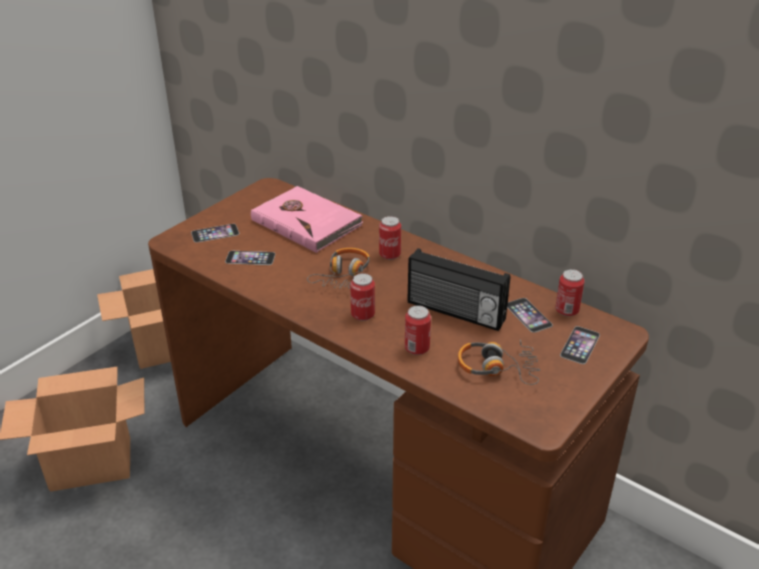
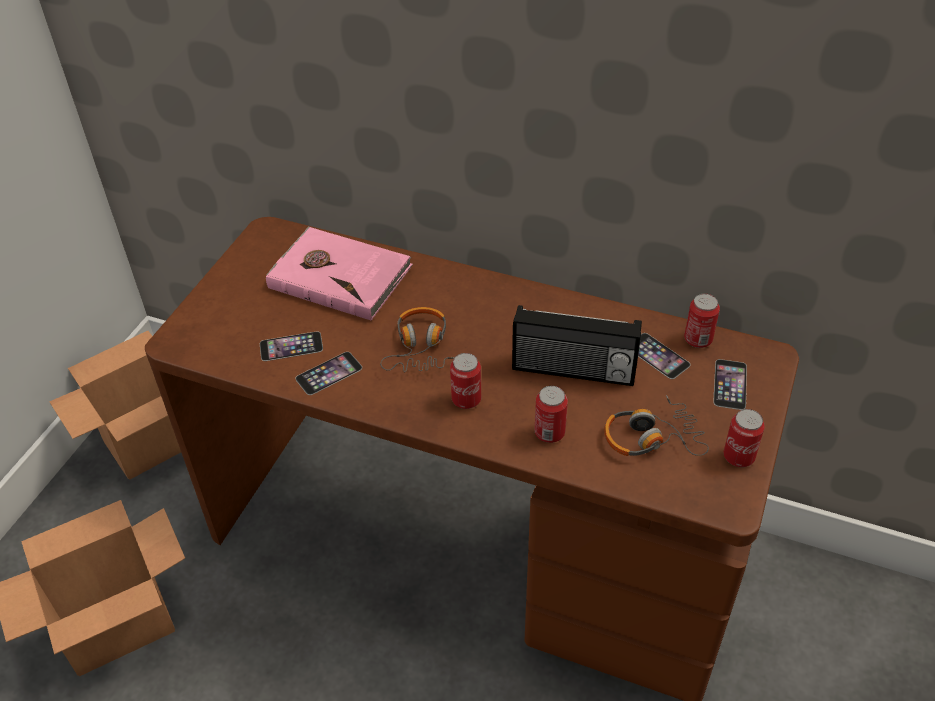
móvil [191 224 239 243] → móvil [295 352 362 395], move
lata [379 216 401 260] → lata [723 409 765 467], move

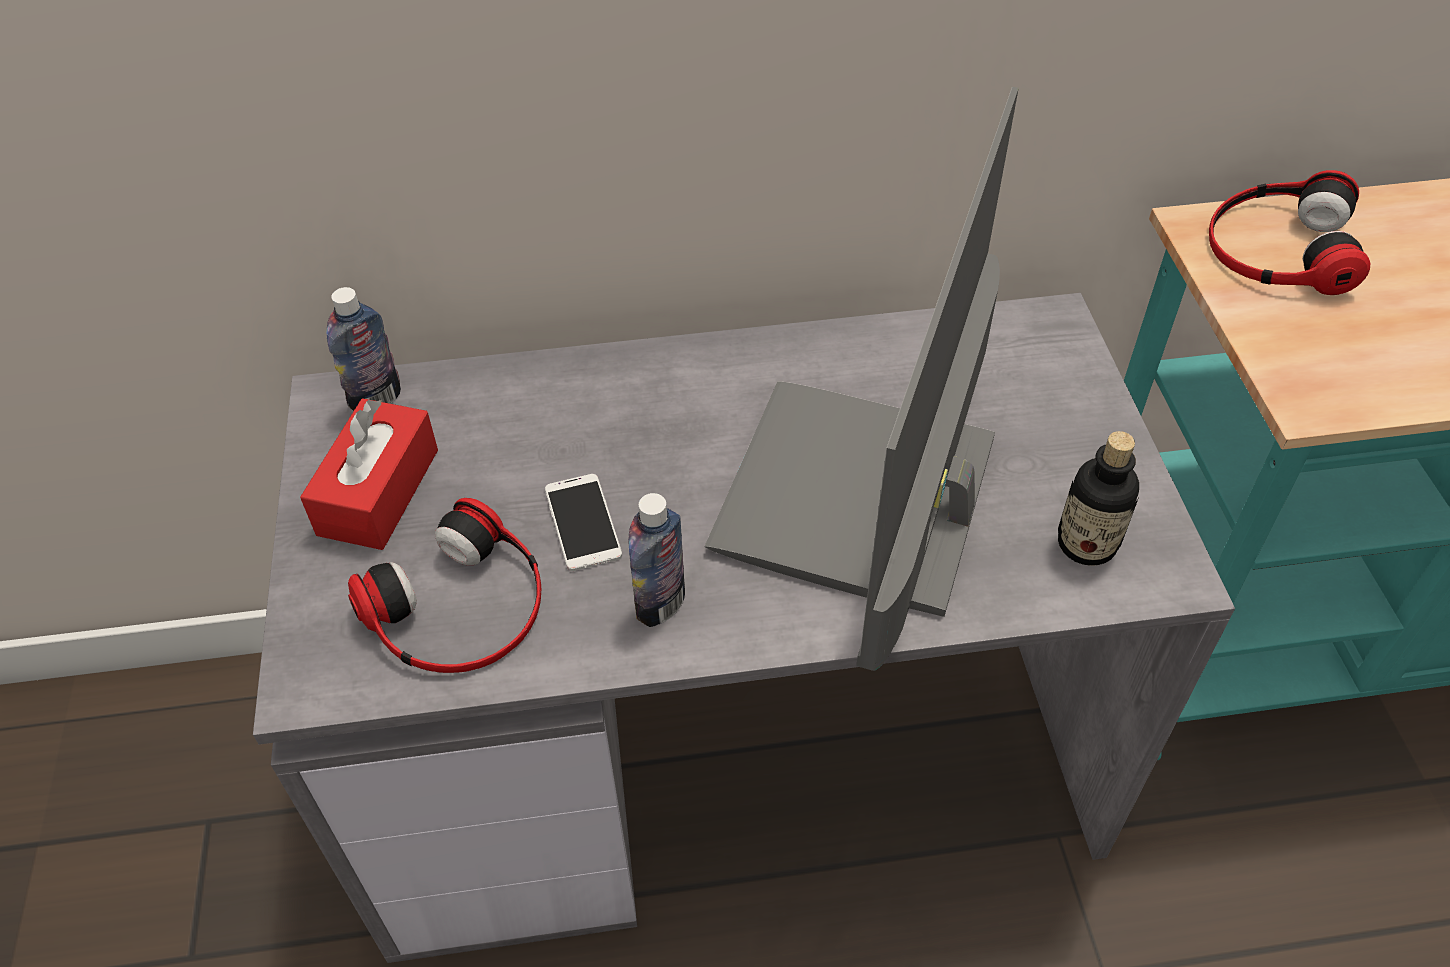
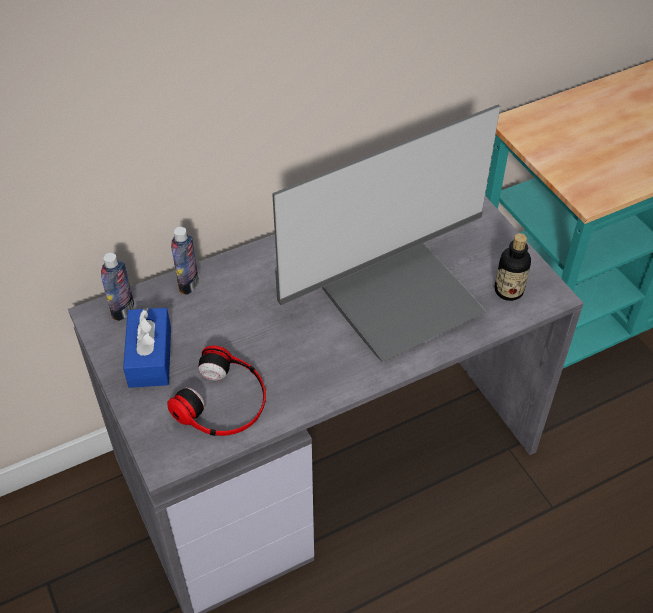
caja de pañuelos [rojo] [300 398 438 550] → caja de pañuelos [azul] [123 307 171 388]
botella [628 493 685 627] → botella [171 227 199 295], move
monitor [704 87 1019 671] → monitor [272 104 500 362], 120 degrees counterclockwise
móvil [545 474 622 571] → -
auriculares [1209 170 1370 295] → -

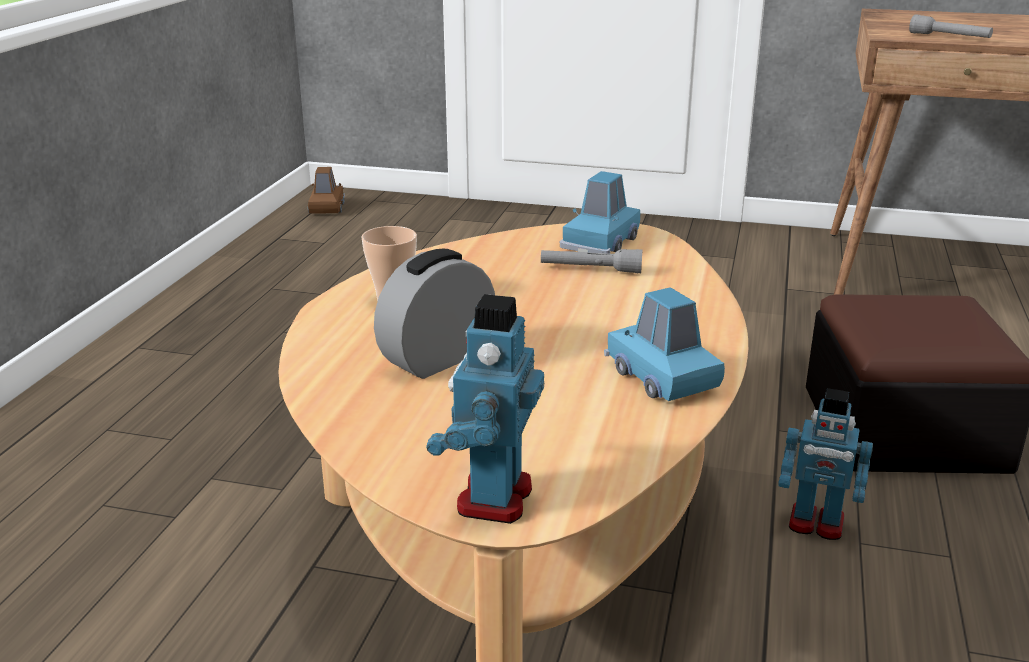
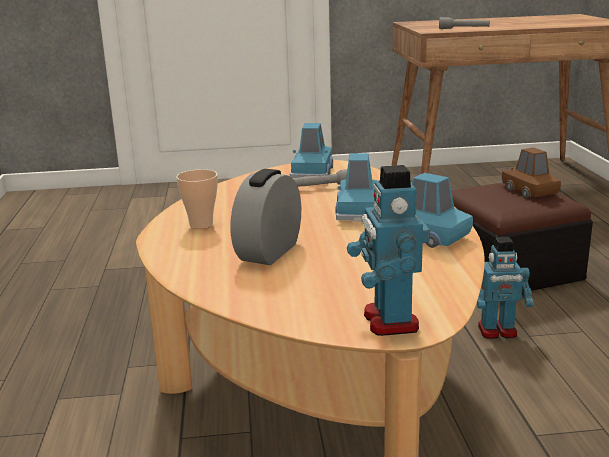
- → coche de juguete [azul] [336 153 378 222]
coche de juguete [marrón] [308 167 345 214] → coche de juguete [marrón] [500 147 561 198], move

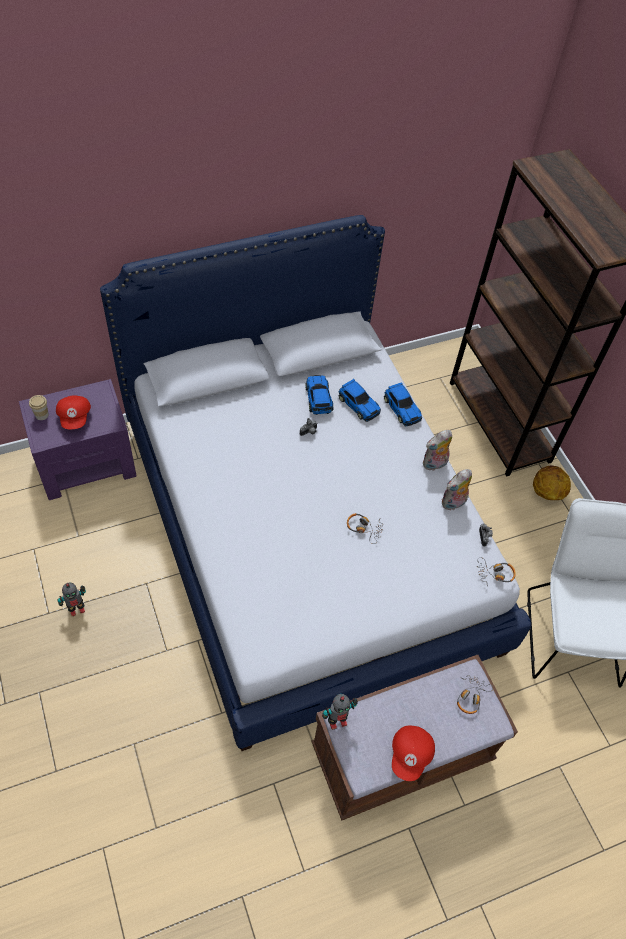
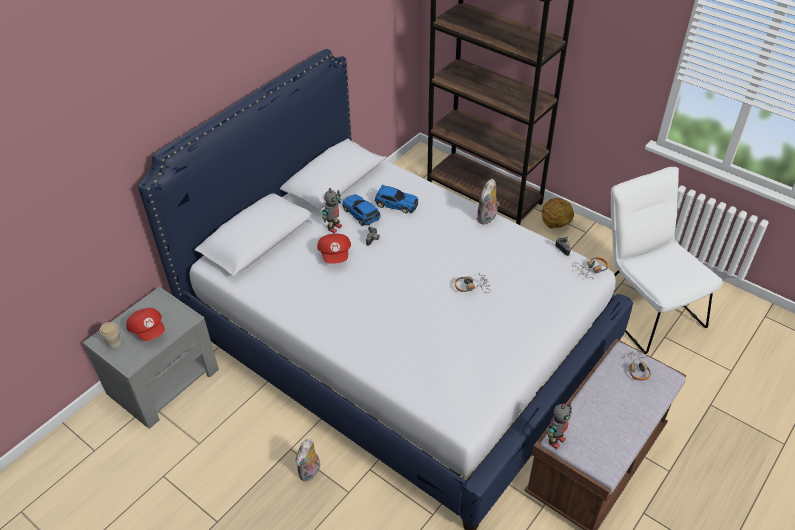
mesita de noche [morado] [19 379 136 500] → mesita de noche [gris] [83 286 219 429]
peluche [442 469 472 510] → peluche [296 438 320 482], move
gorra [rojo] [392 726 435 781] → gorra [rojo] [317 233 351 264], move
robot de juguete [58 583 86 616] → robot de juguete [322 188 342 233], move
coche de juguete [384 382 422 426] → -

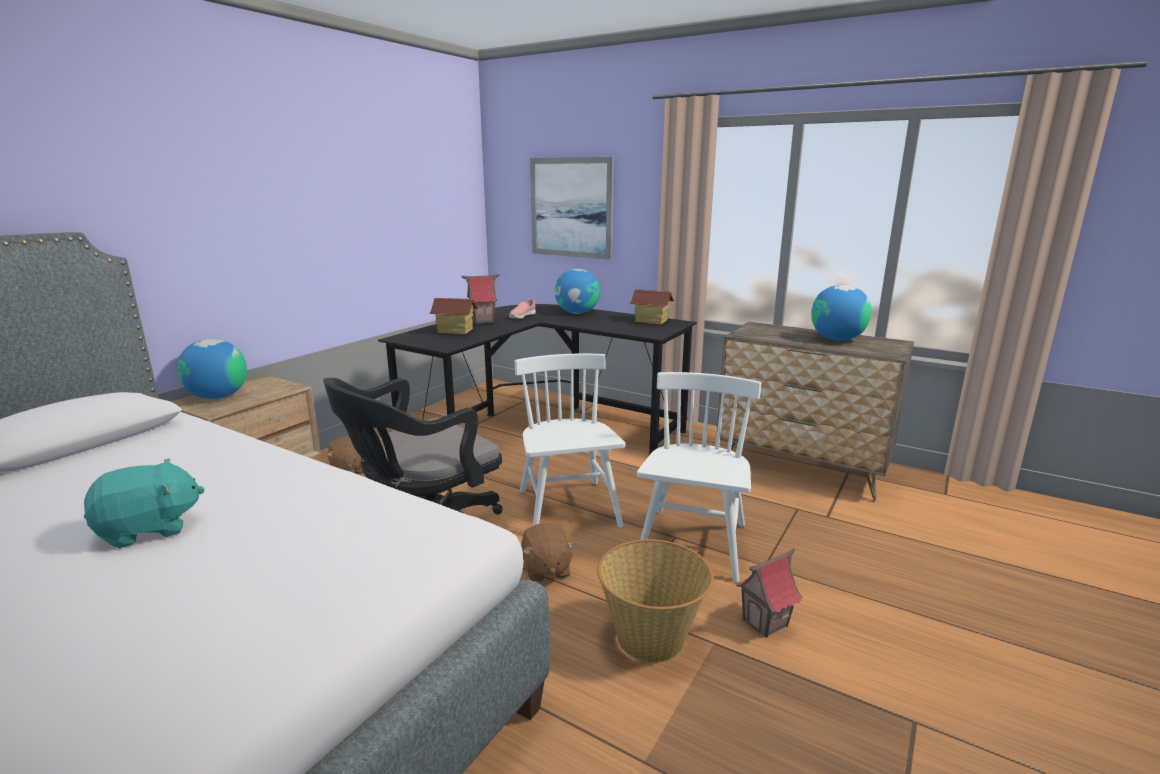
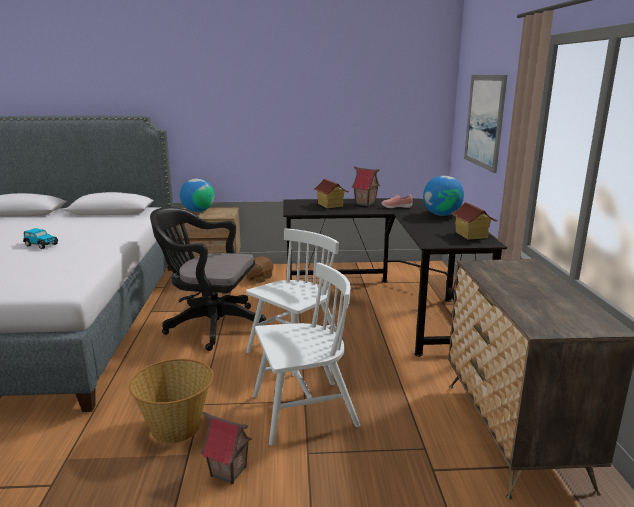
peluche [turquesa] [84 458 205 548] → coche de juguete [23 228 58 249]
peluche [marrón] [521 523 575 582] → -
globo terráqueo [811 285 871 341] → -

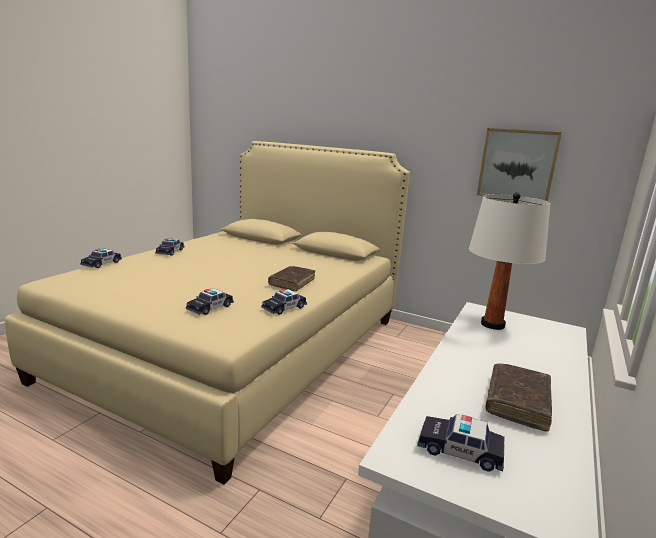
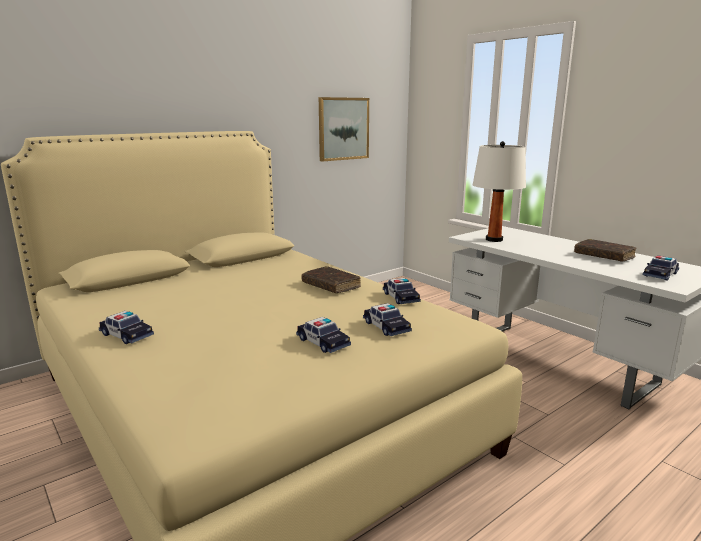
coche de juguete [80 248 122 268] → coche de juguete [296 317 351 353], move

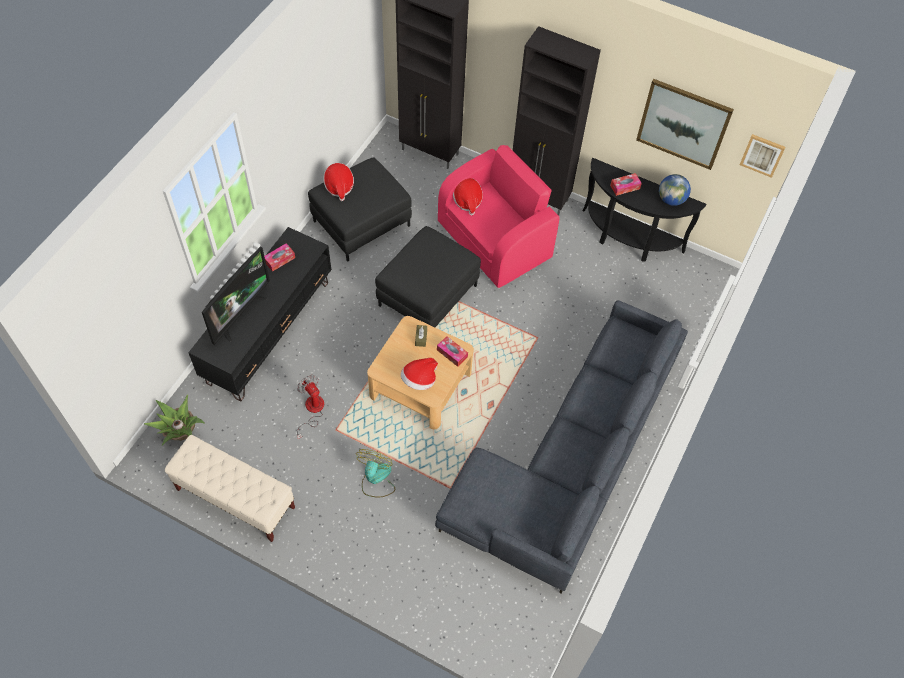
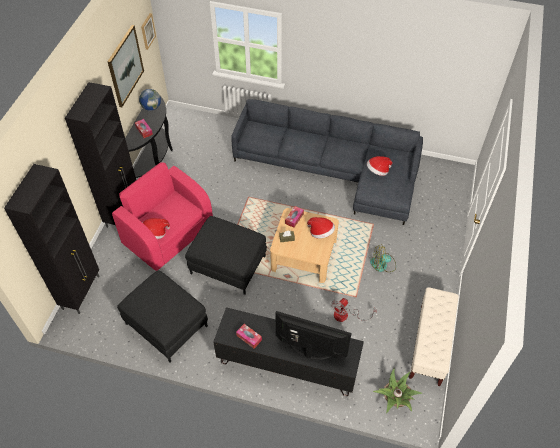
sombrero [323 163 354 201] → sombrero [367 156 393 176], move

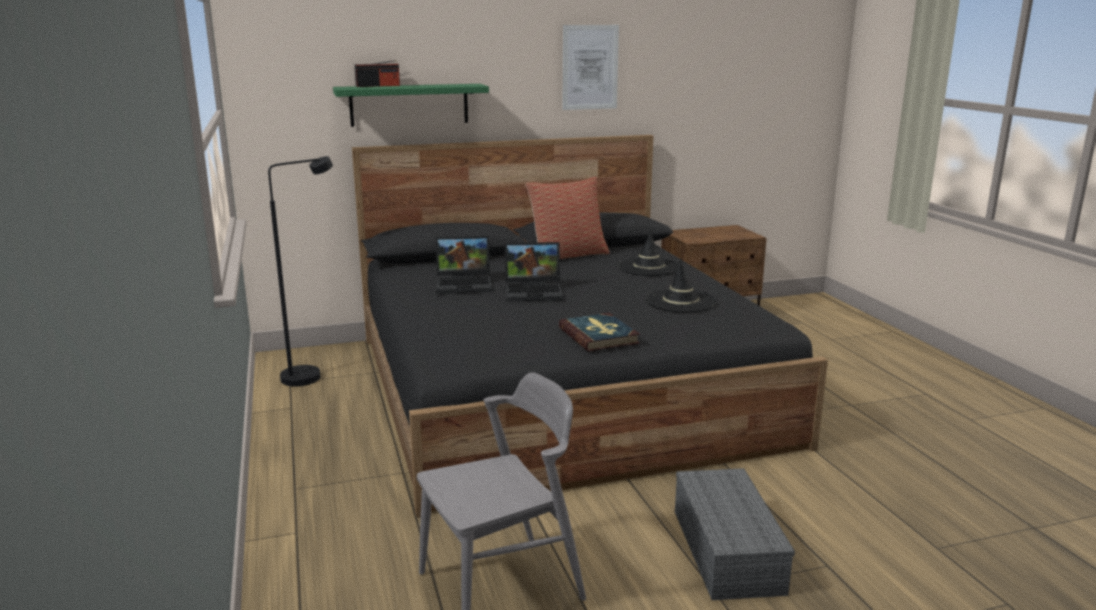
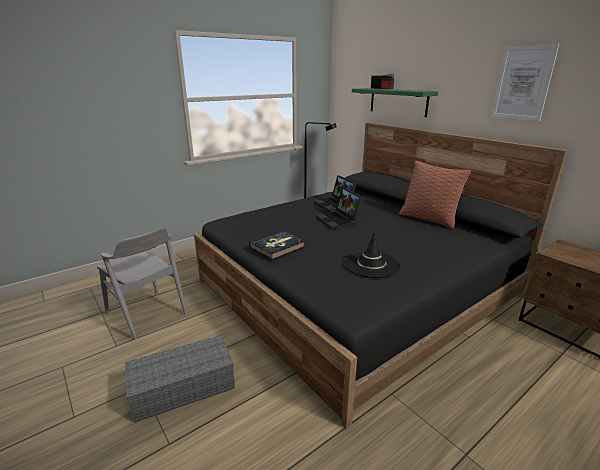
sombrero [negro] [618 230 679 276] → -

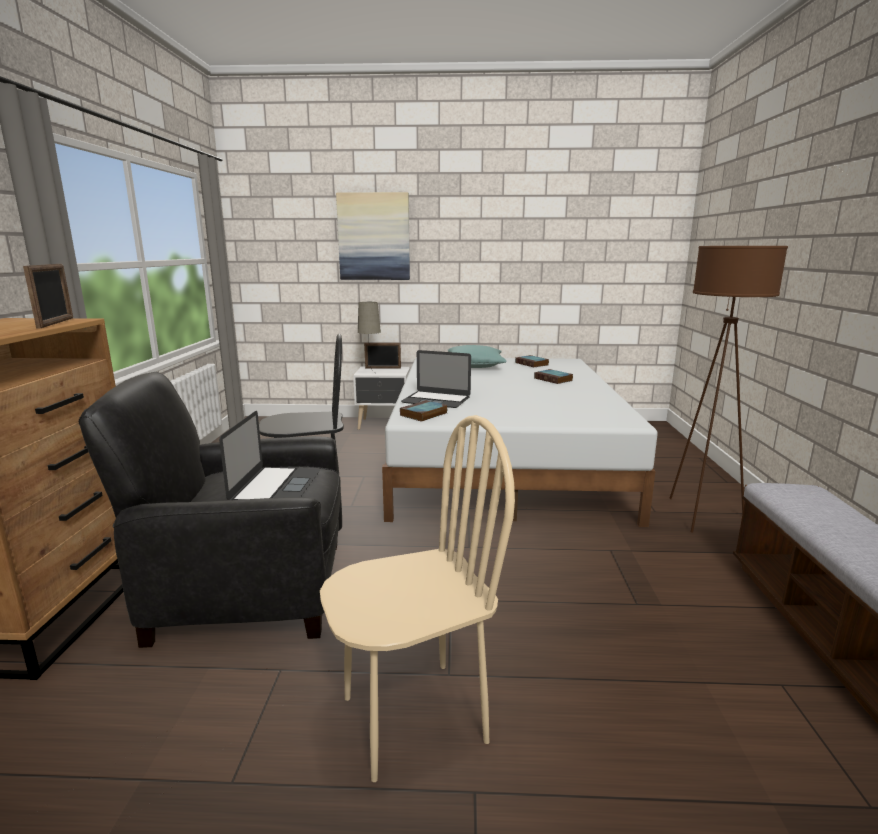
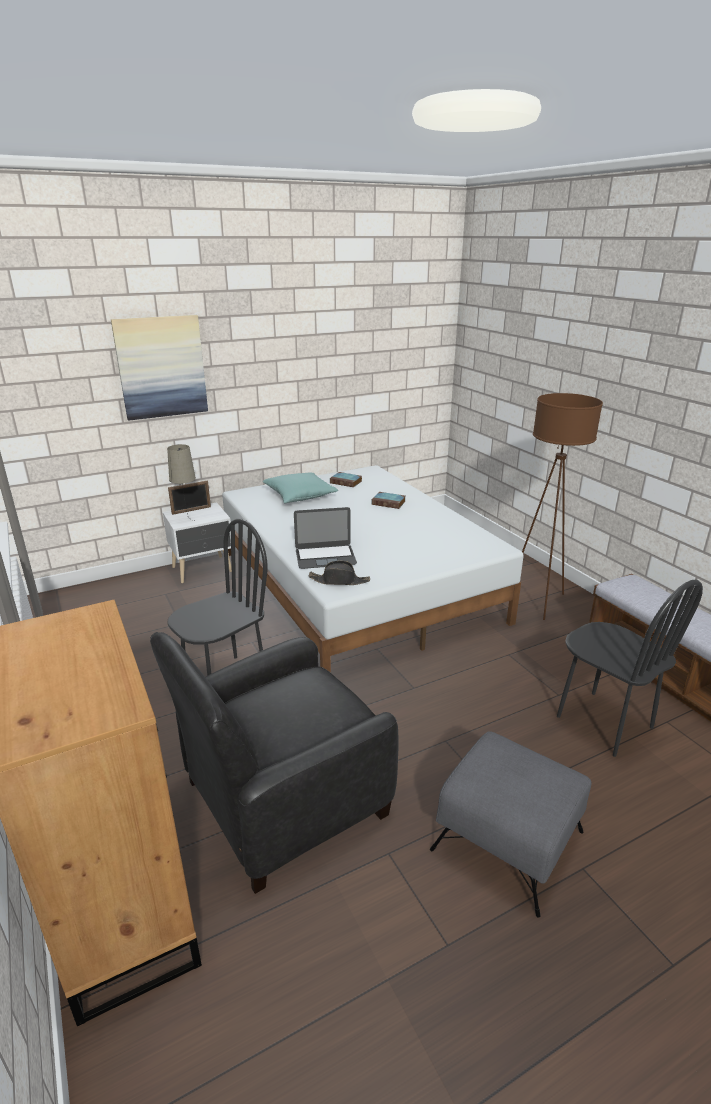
libro [400 400 447 422] → sombrero [negro] [309 561 370 585]
silla [beis] [320 415 515 782] → puf [gris] [430 731 591 918]
- → silla [negro] [557 580 703 757]
portarretratos [23 264 73 329] → -
portátil [219 411 320 500] → -

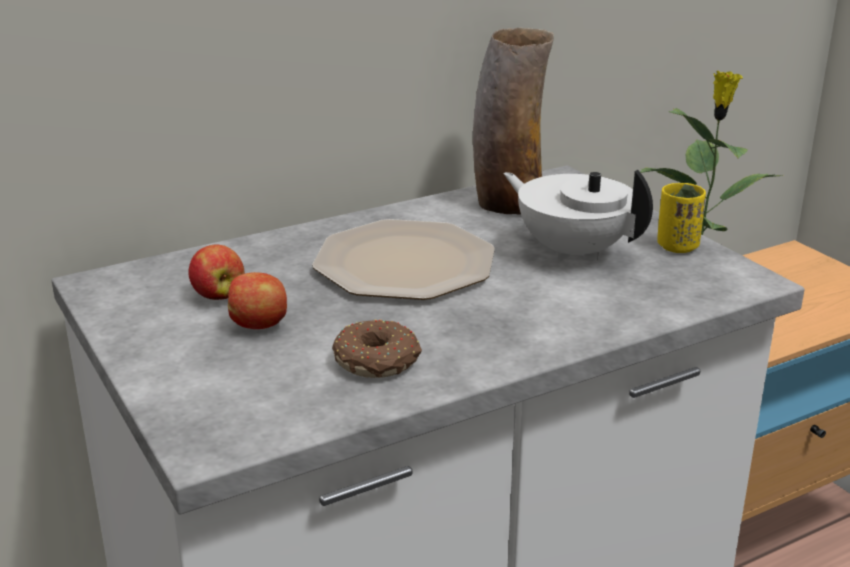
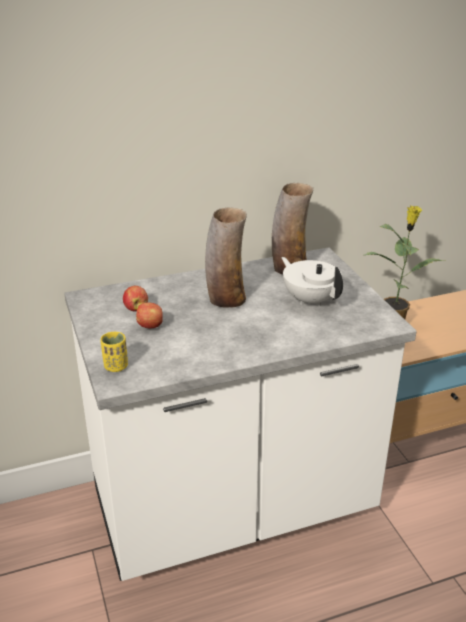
taza [amarillo] [657 183 706 253] → taza [amarillo] [100 332 128 372], move
plato [312 219 495 300] → florero [205 207 247 308]
rosquilla [332 319 422 378] → -

